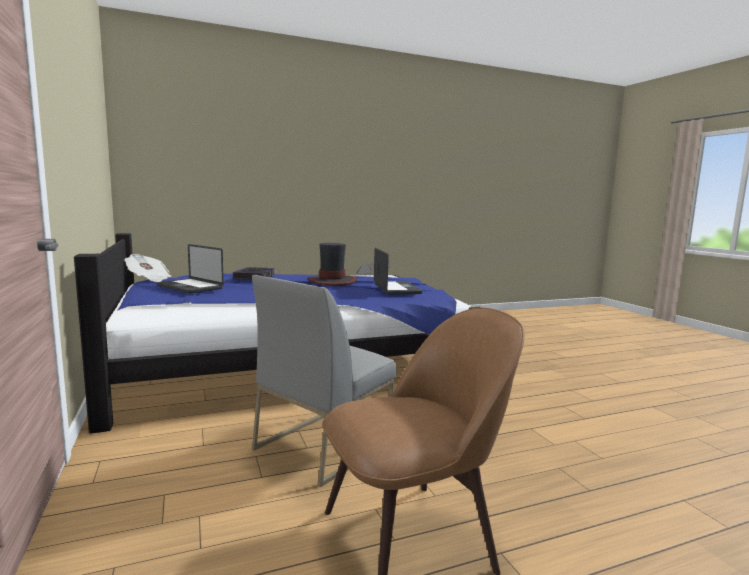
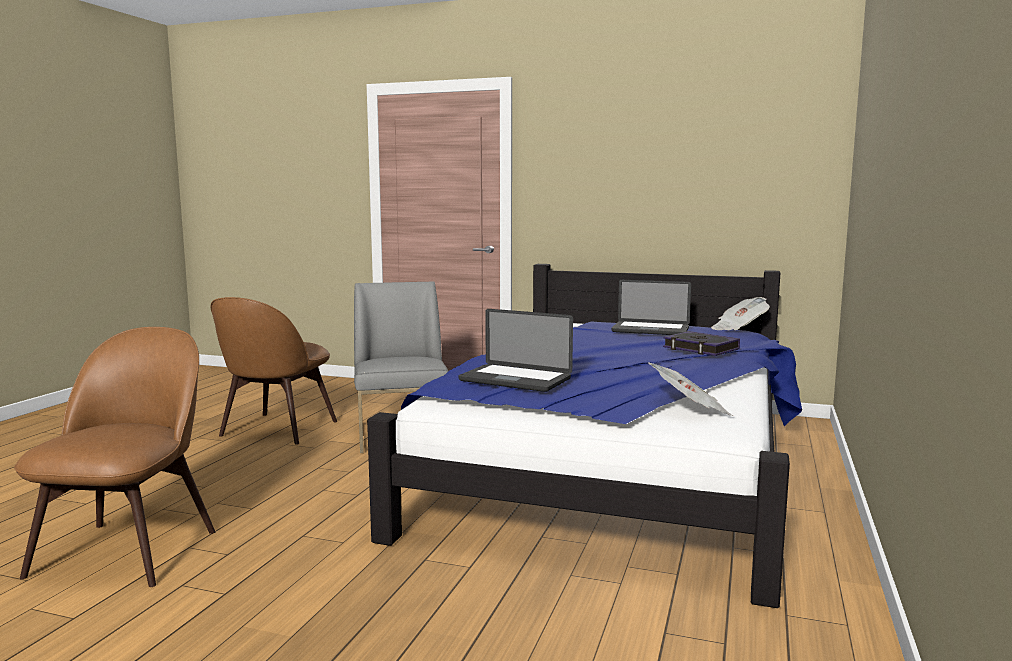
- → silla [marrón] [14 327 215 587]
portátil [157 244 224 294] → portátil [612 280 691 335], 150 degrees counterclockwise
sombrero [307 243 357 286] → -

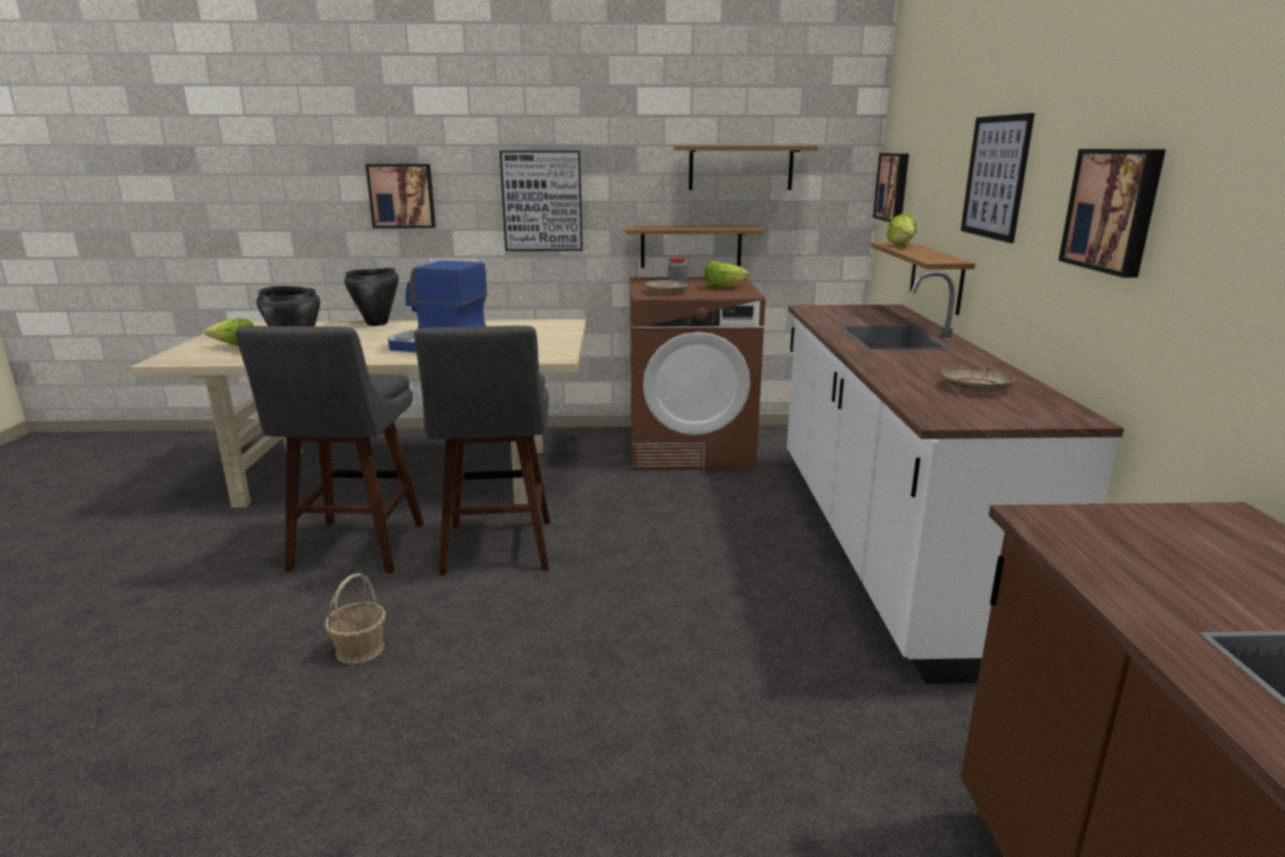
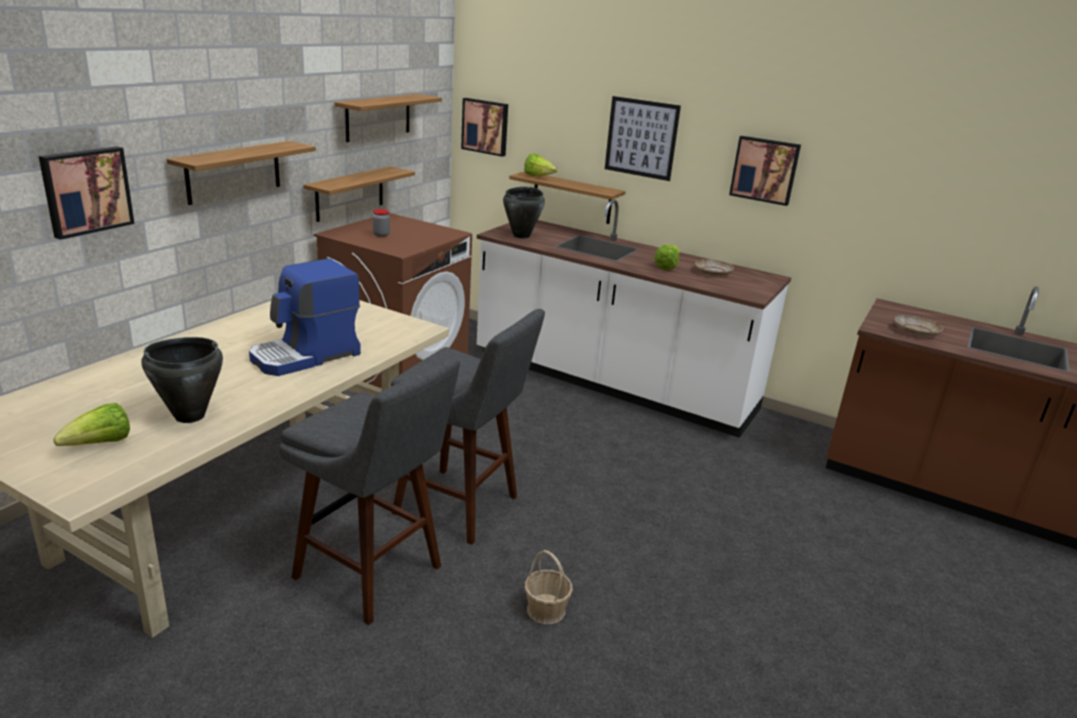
cuadro [500 151 583 251] → estante [166 141 316 205]
olla [negro] [344 268 399 326] → olla [negro] [503 187 545 238], move
lechuga [705 261 749 289] → lechuga [654 245 679 270], move
plato [beis] [644 280 688 294] → plato [beis] [894 315 943 337], move

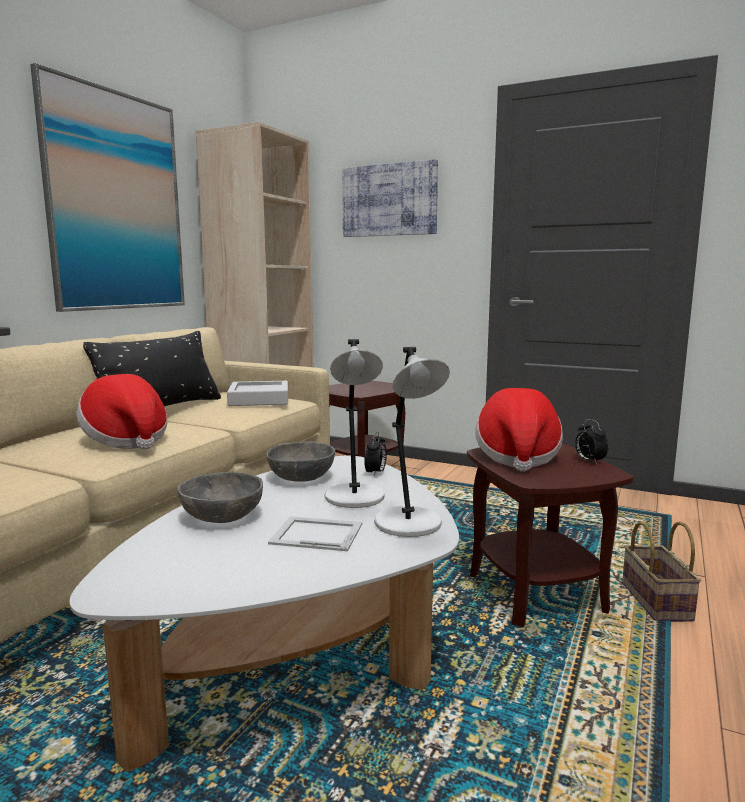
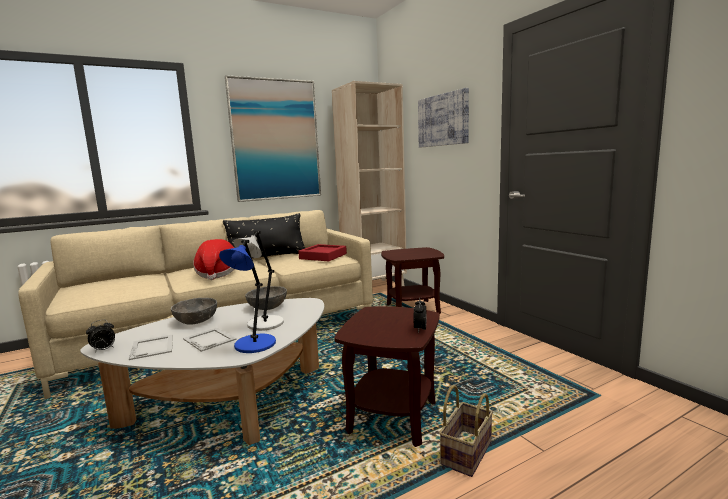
despertador [364 432 387 477] → despertador [86 320 115 353], move
- → portarretratos [129 334 173 360]
lámpara de mesa [gris] [374 347 450 537] → lámpara de mesa [azul] [219 240 276 353]
bandeja [gris] [227 381 288 406] → bandeja [rojo] [298 244 347 261]
sombrero [475 388 563 472] → -

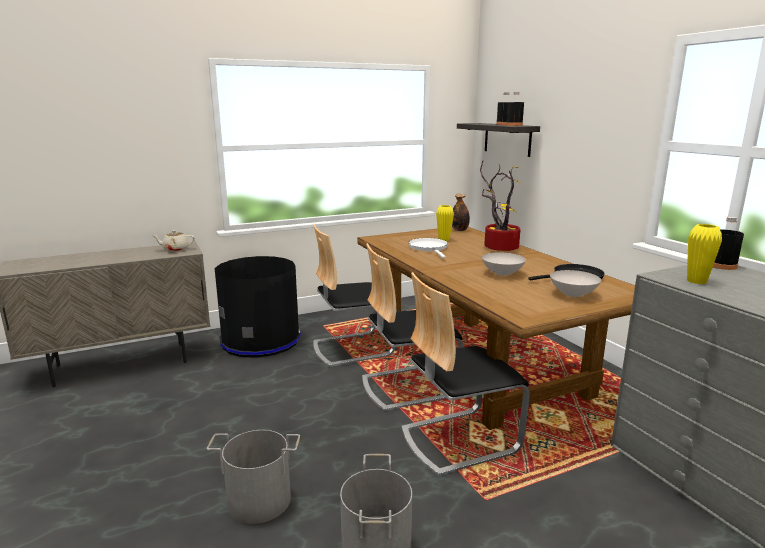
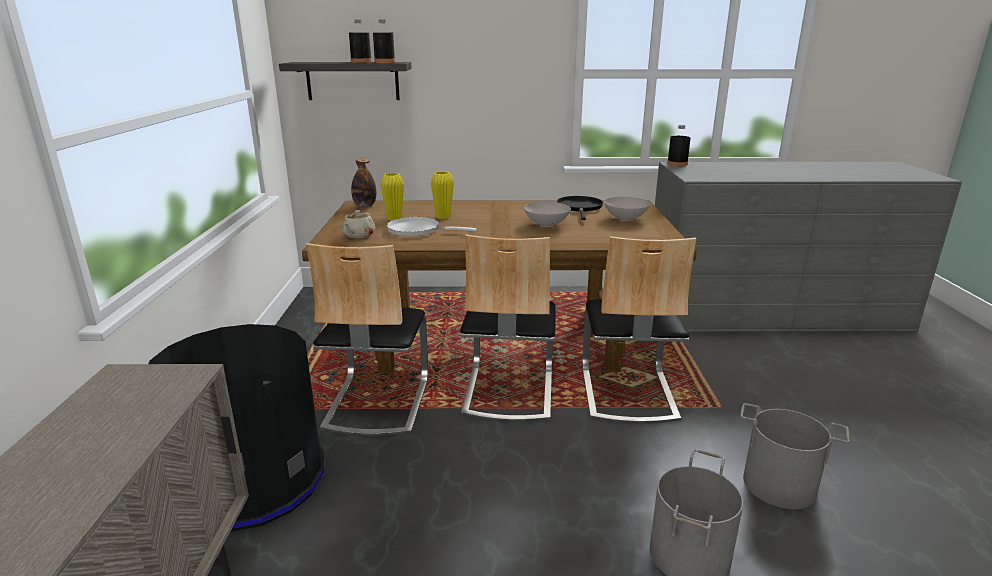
tetera [beis] [152 230 195 251] → tetera [beis] [342 210 375 238], move
florero [amarillo] [687 224 722 284] → florero [amarillo] [431 171 454 219], move
planta en maceta [480 161 520 251] → -

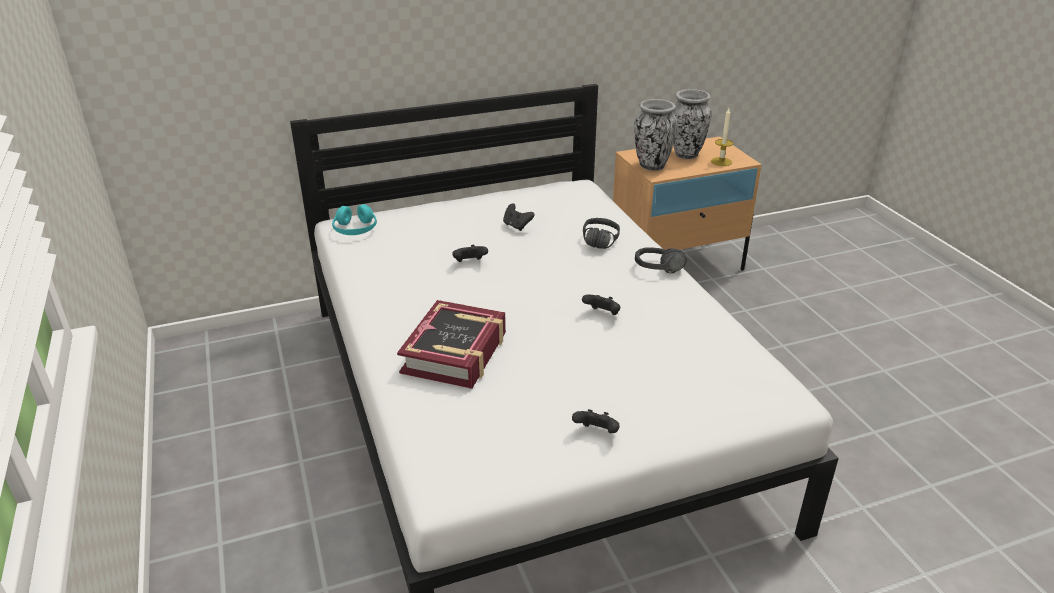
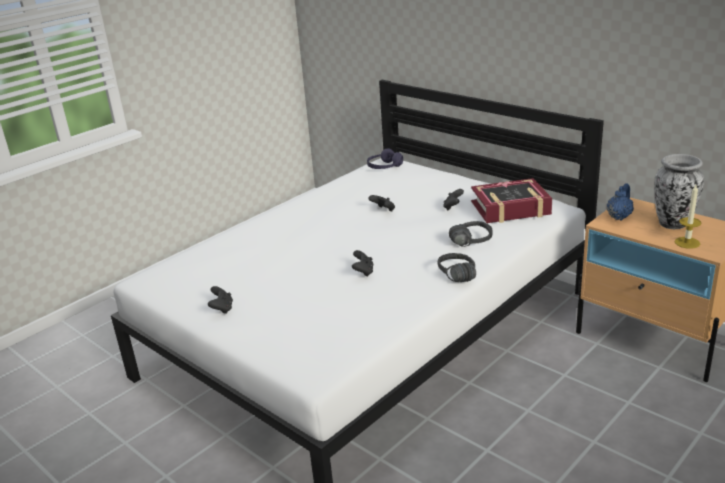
auriculares [turquesa] [332 204 377 235] → auriculares [morado] [367 148 403 169]
libro [397 300 506 389] → libro [471 178 552 223], move
florero [634 99 677 171] → tetera [azul] [607 183 634 220]

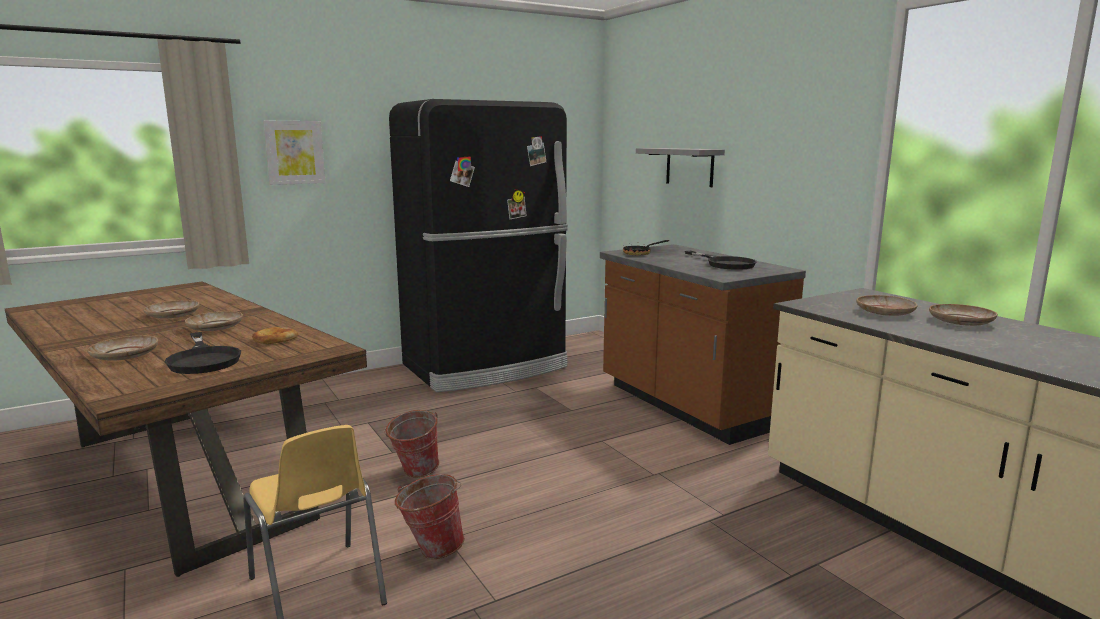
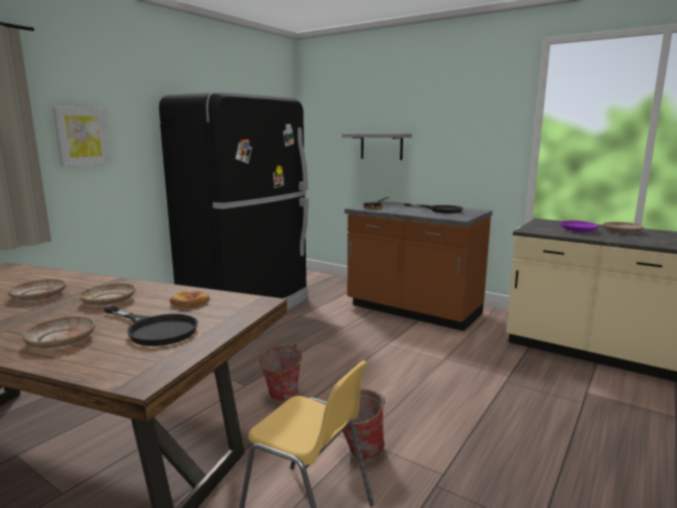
plato [beis] [856 295 918 316] → plato [morado] [561 221 598 232]

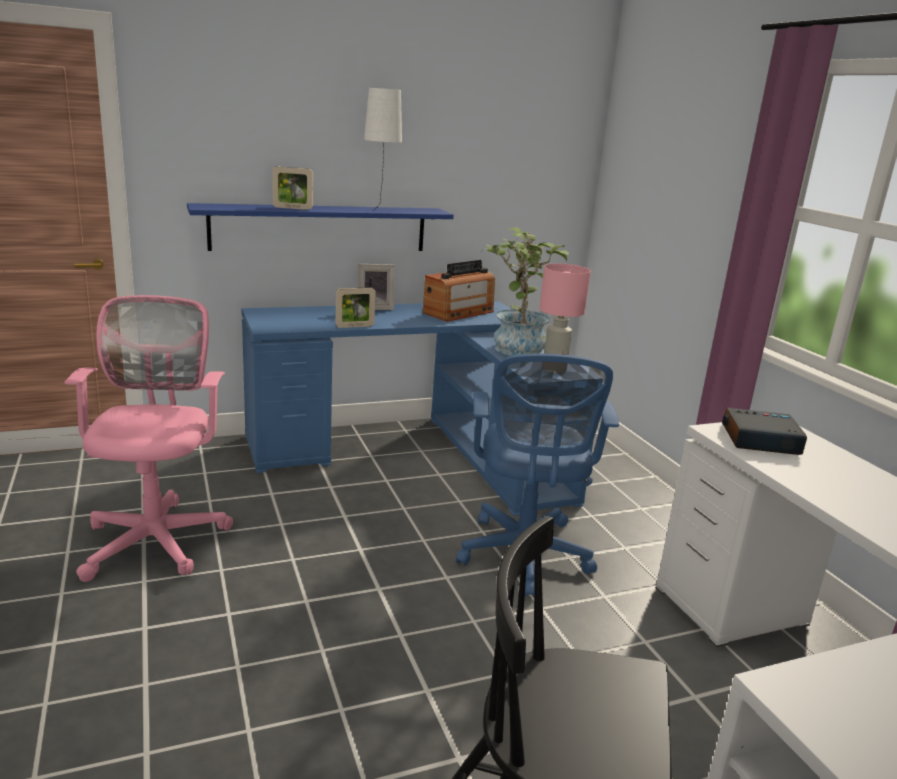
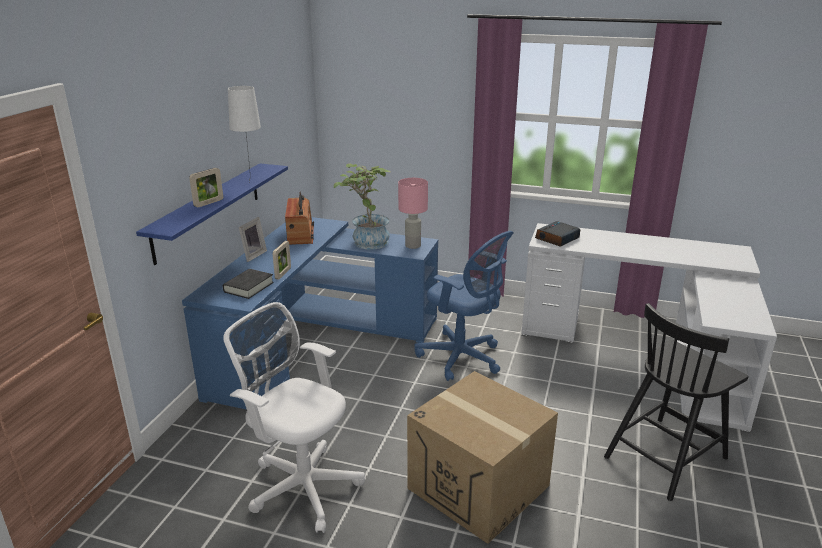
- → libro [negro] [223 269 274 299]
silla de oficina [rosa] [64 295 233 582] → silla de oficina [blanco] [223 302 365 533]
- → caja de cartón [407 371 558 544]

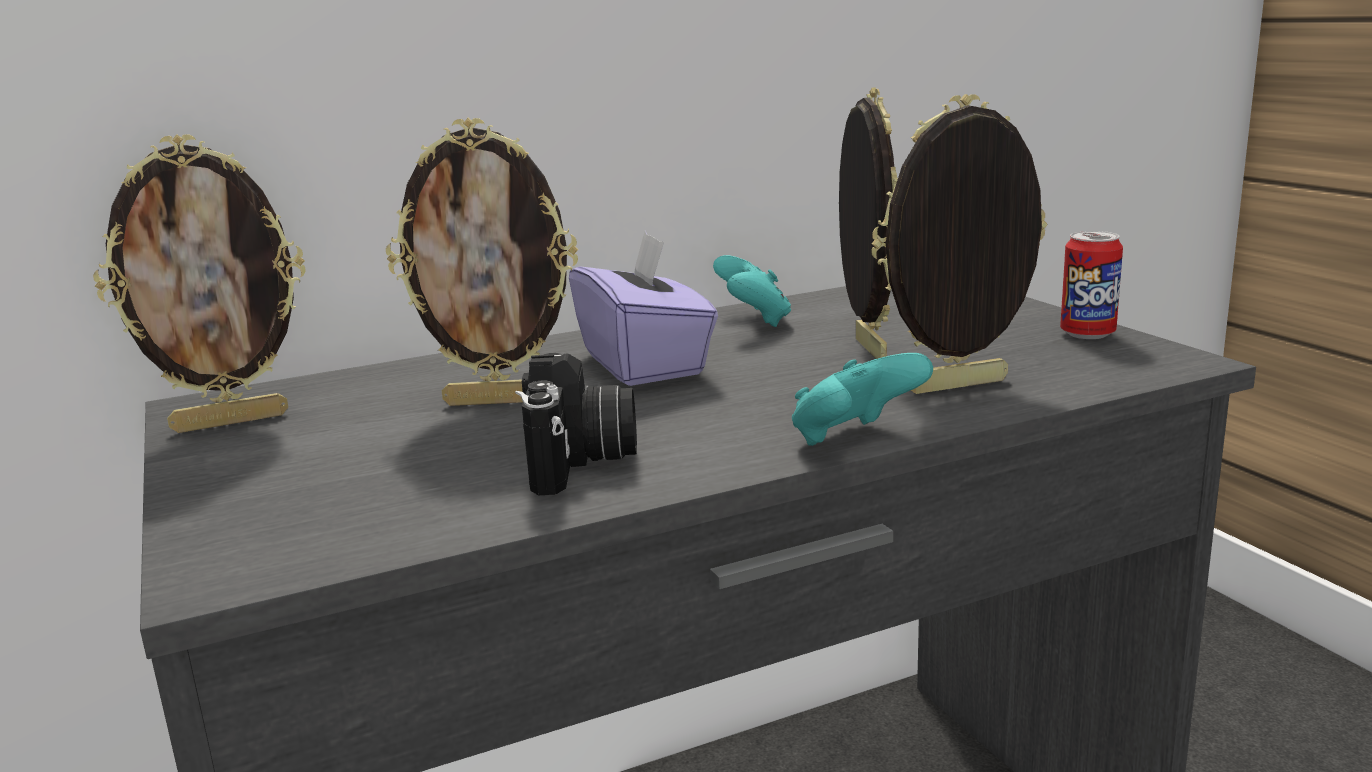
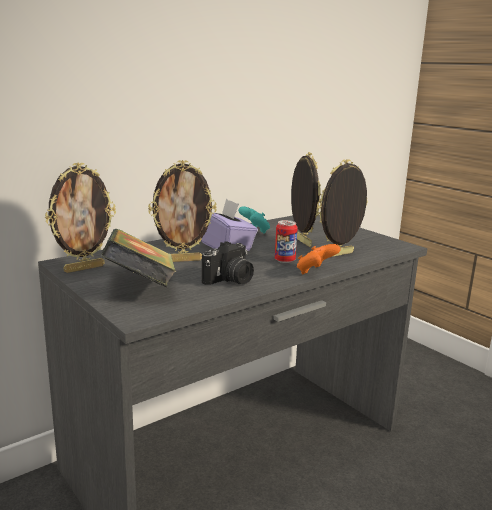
- → libro [101 229 176 287]
cámara [515 353 637 495] → cámara [202 241 254 285], 60 degrees clockwise
lata [1060 231 1123 339] → lata [275 220 298 263], move
mando de consola [turquesa] [792 353 933 446] → mando de consola [naranja] [297 244 341 274]

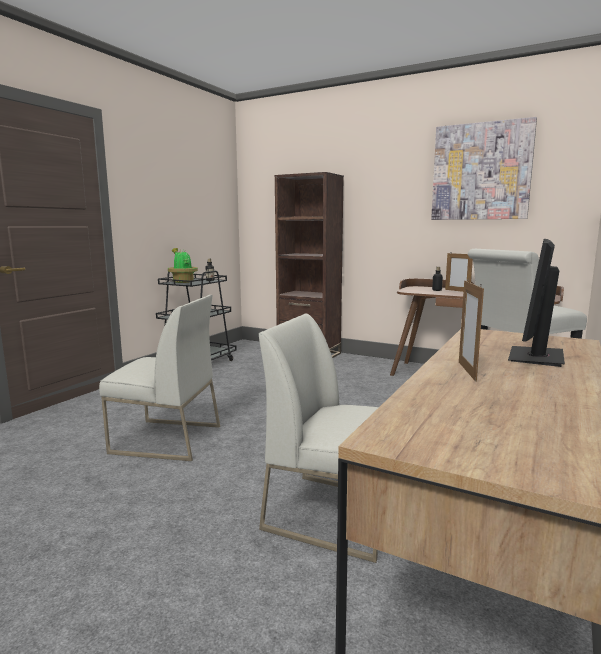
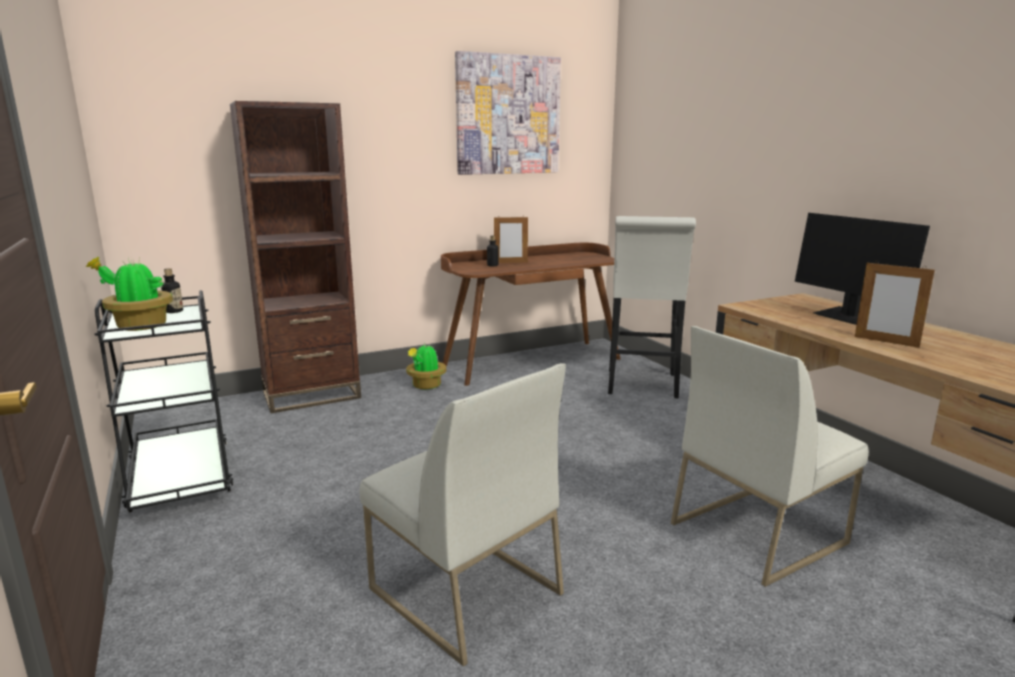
silla [blanco] [99 295 220 461] → silla [blanco] [360 363 566 667], 90 degrees clockwise
- → planta en maceta [406 343 446 389]

